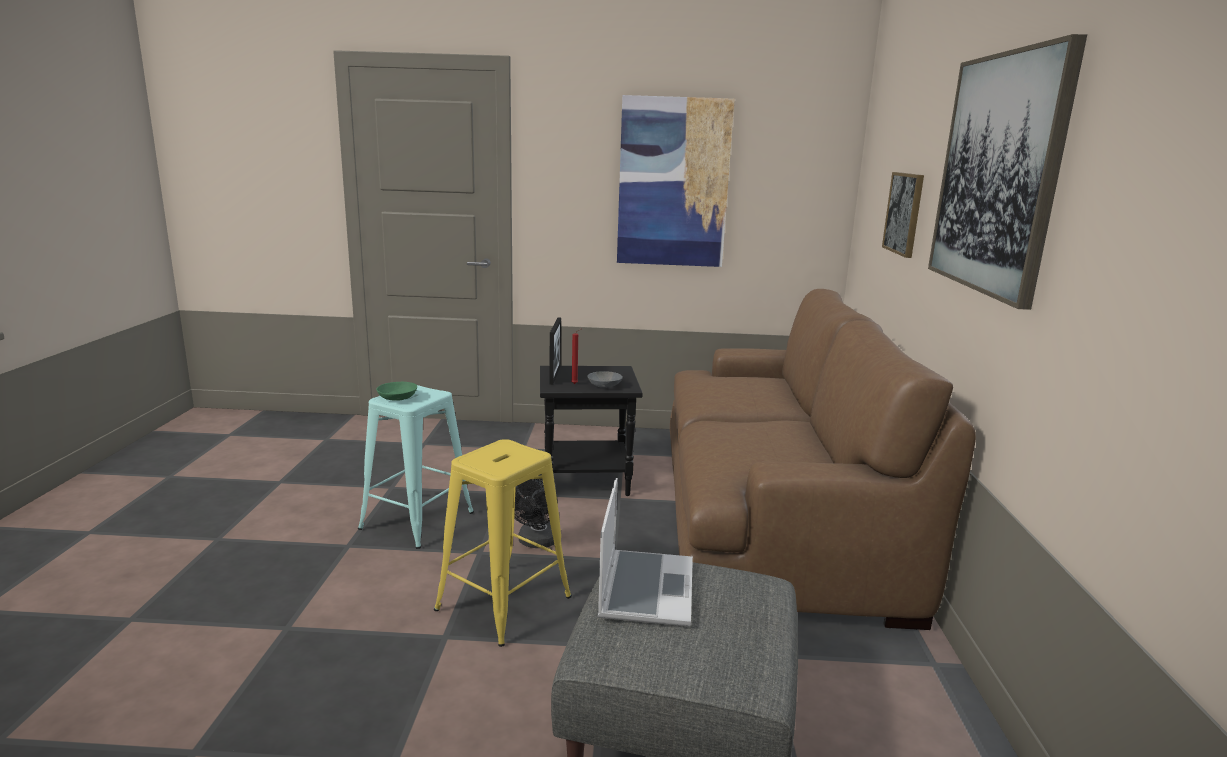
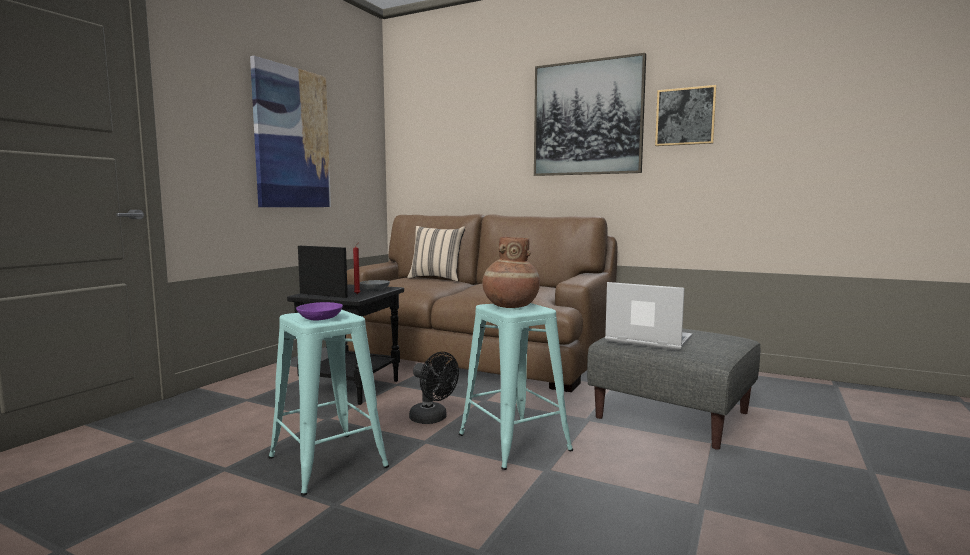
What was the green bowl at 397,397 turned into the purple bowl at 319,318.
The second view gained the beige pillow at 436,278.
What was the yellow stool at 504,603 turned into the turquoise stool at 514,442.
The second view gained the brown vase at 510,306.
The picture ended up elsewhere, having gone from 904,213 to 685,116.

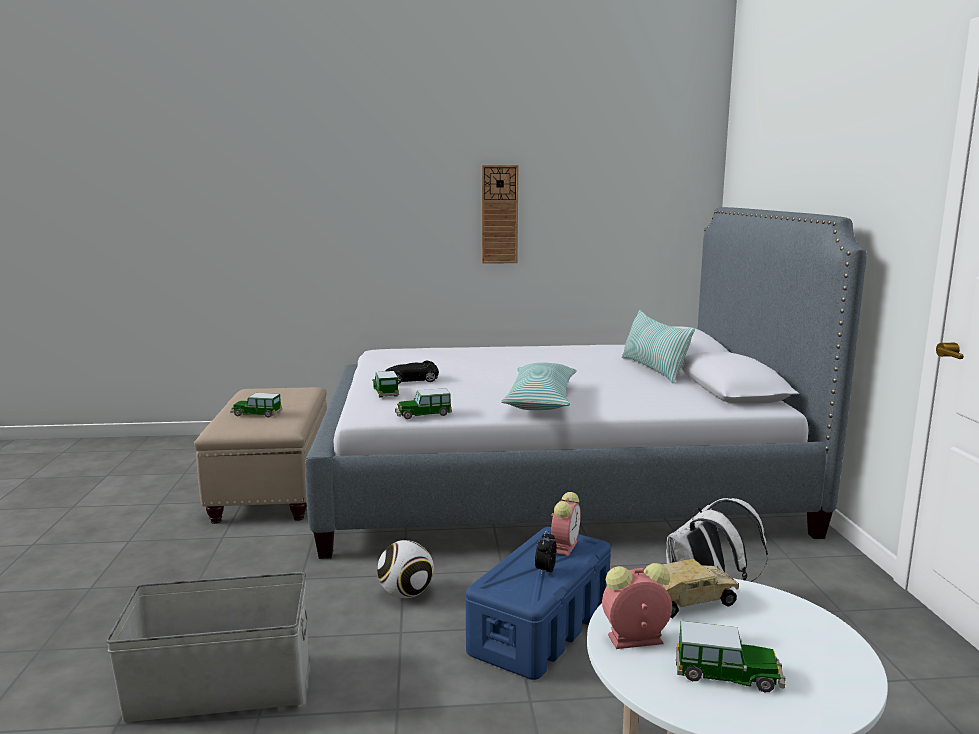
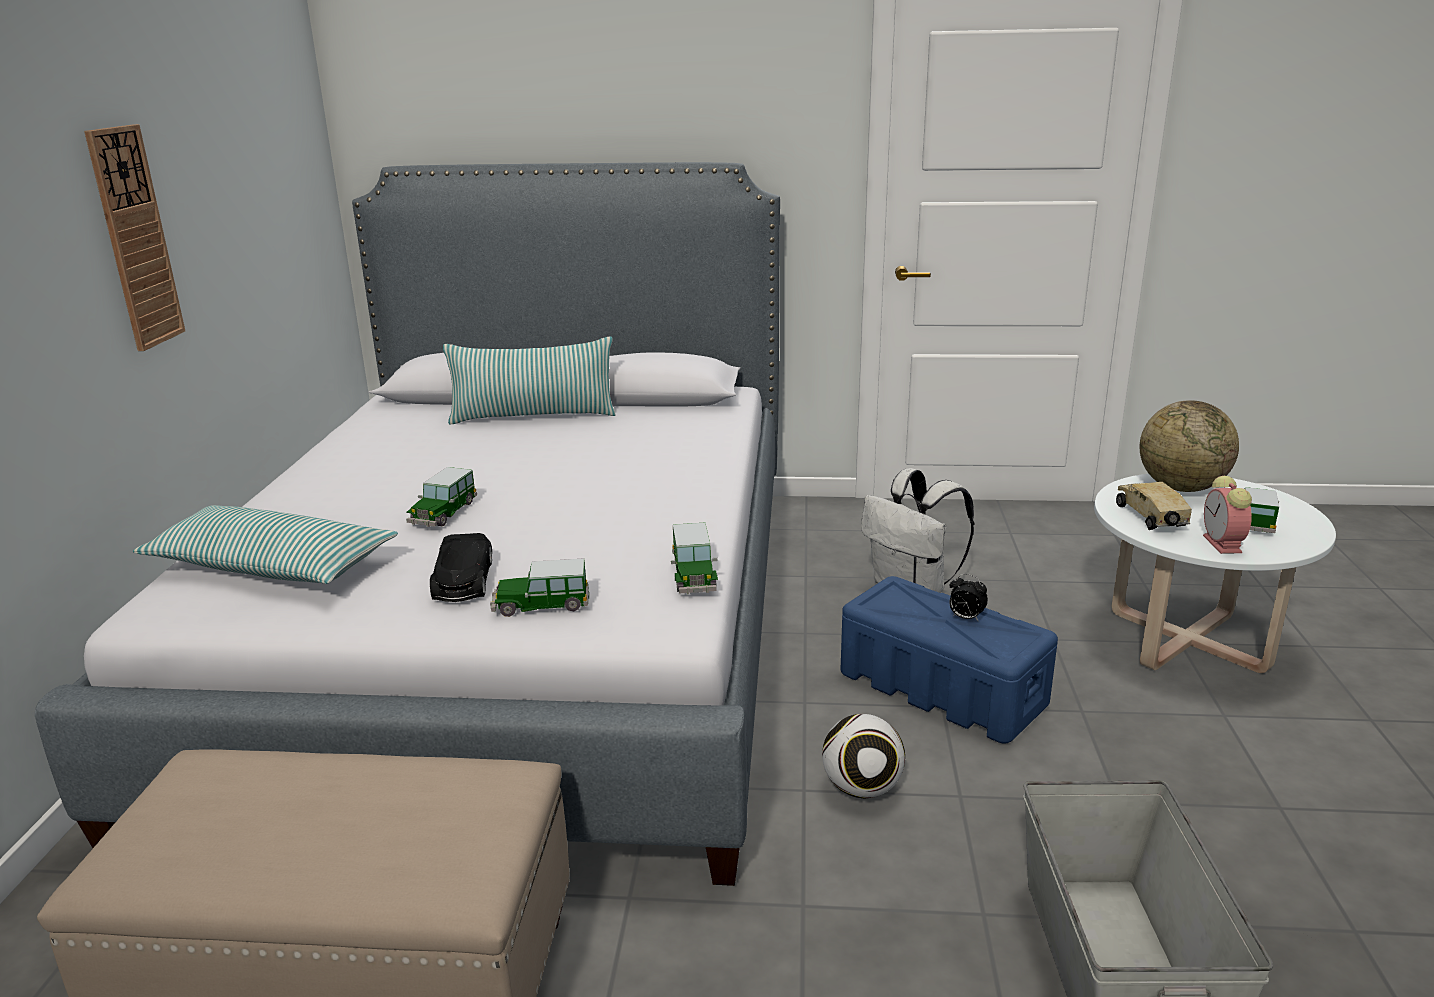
The pillow ended up elsewhere, having gone from 541,400 to 272,566.
The toy car ended up elsewhere, having gone from 256,414 to 443,513.
The second view gained the globe at 1181,487.
The second view lost the alarm clock at 565,546.

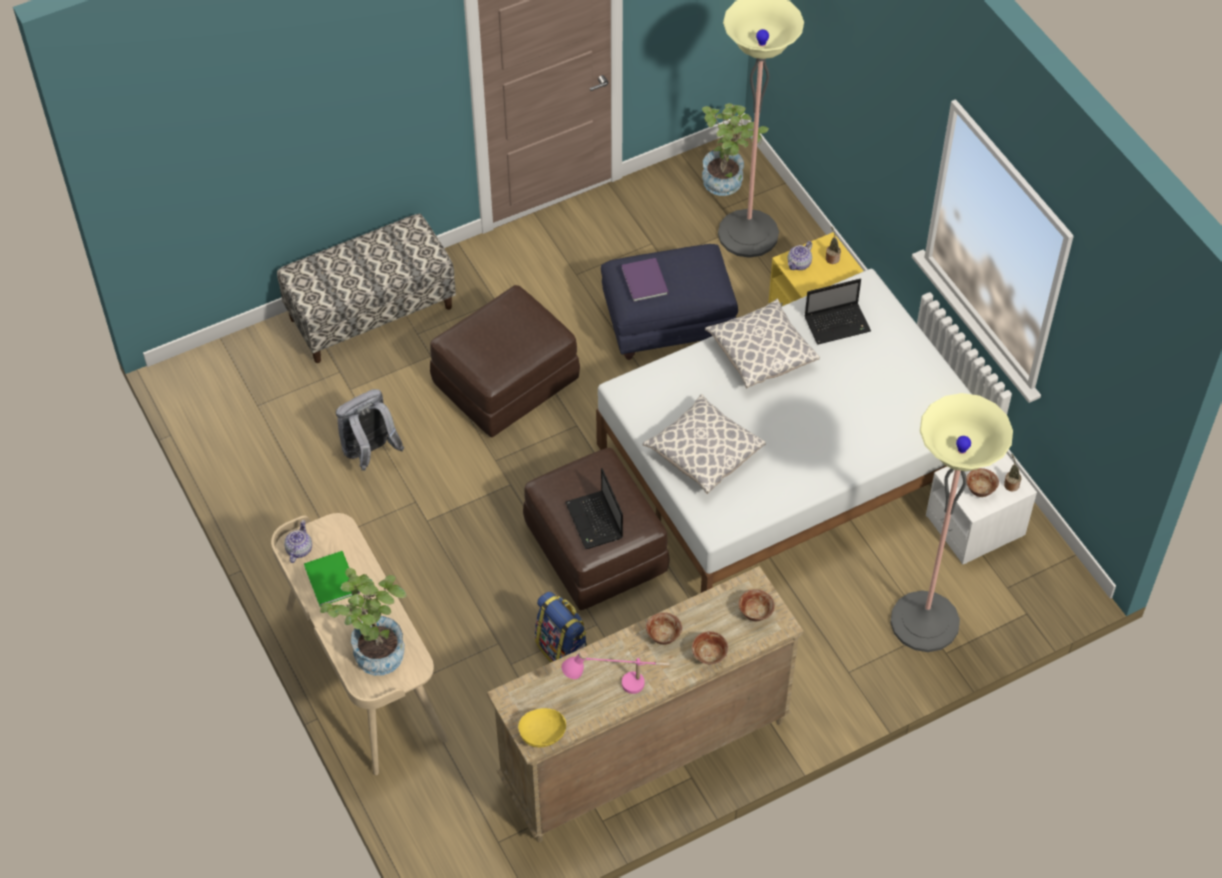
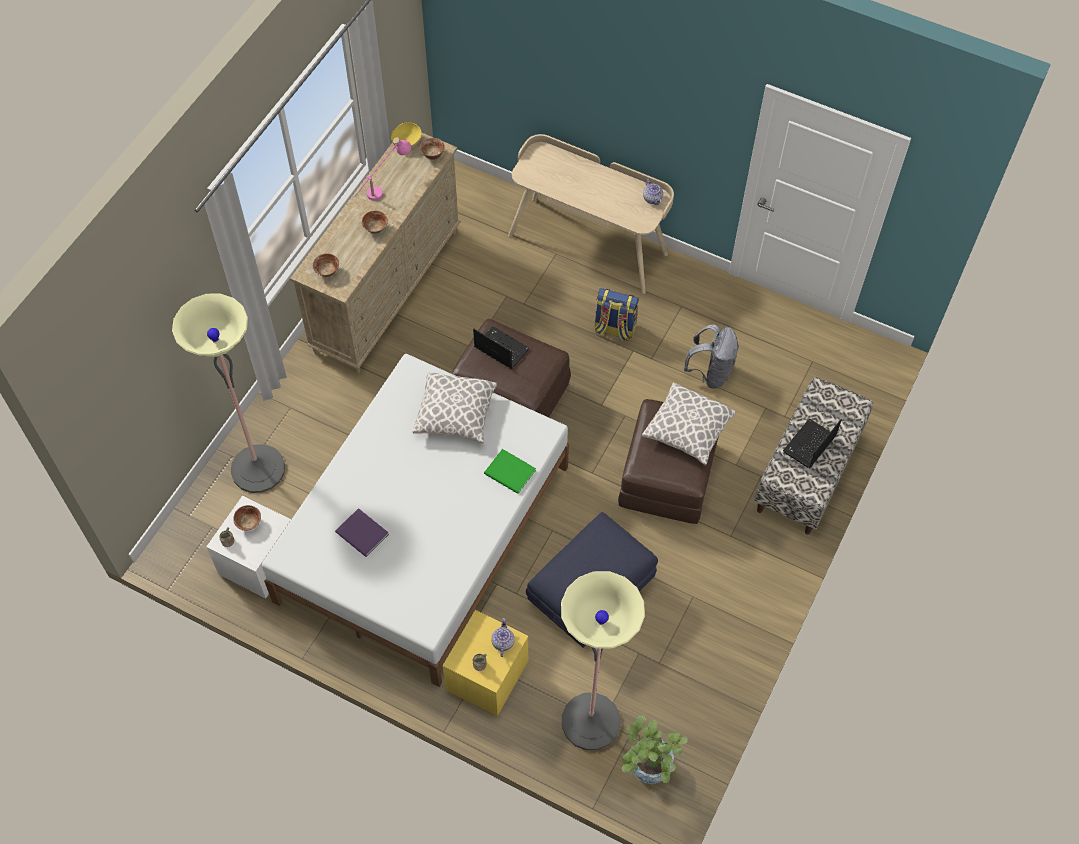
The purple book ended up elsewhere, having gone from 645,279 to 362,535.
The bowl ended up elsewhere, having gone from 709,656 to 433,155.
The green book ended up elsewhere, having gone from 332,578 to 510,473.
The backpack ended up elsewhere, having gone from 563,651 to 614,329.
The pillow ended up elsewhere, having gone from 761,354 to 687,431.
The laptop ended up elsewhere, having gone from 838,324 to 809,445.
The second view lost the potted plant at 374,649.

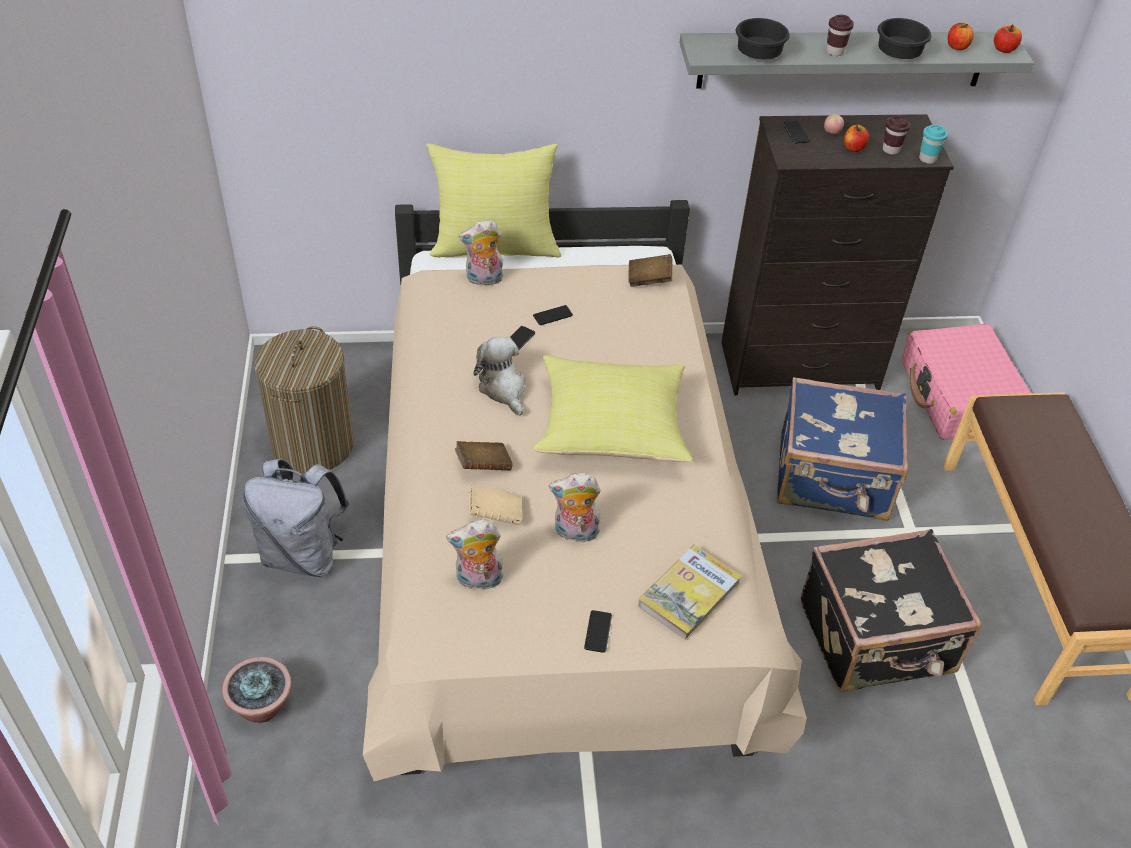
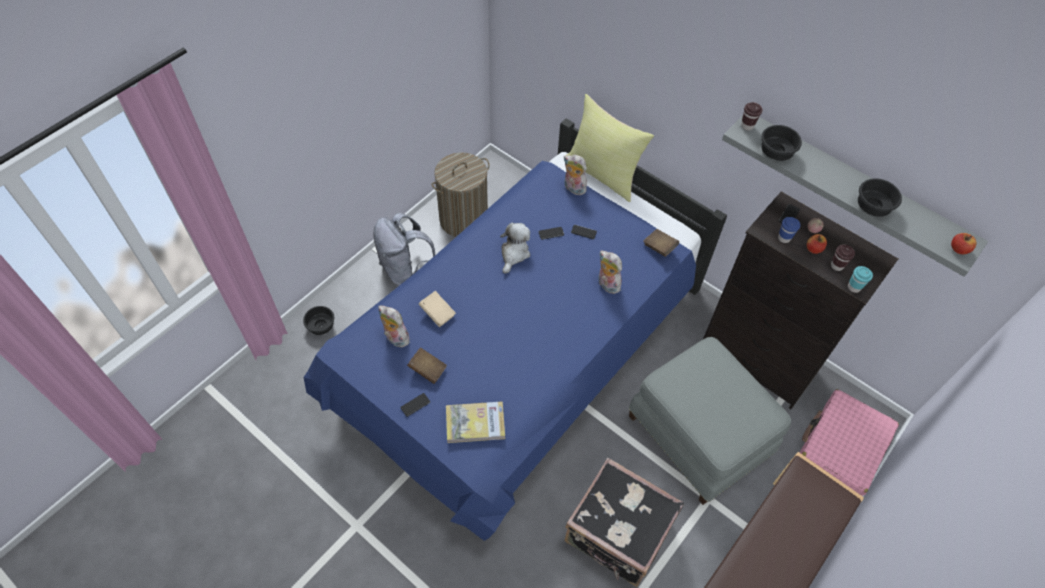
Where the potted plant stood at 262,706, the black bowl came to stand at 321,325.
What was the beige bed at 557,541 turned into the blue bed at 519,352.
The brown book ended up elsewhere, having gone from 483,465 to 427,370.
The plush toy ended up elsewhere, having gone from 575,533 to 607,285.
Where the blue suitcase stood at 833,479, the grey ottoman came to stand at 699,435.
The brown cup ended up elsewhere, having gone from 834,52 to 747,126.
The second view gained the blue cup at 784,238.
The second view lost the yellow pillow at 612,428.
The second view lost the apple at 957,46.

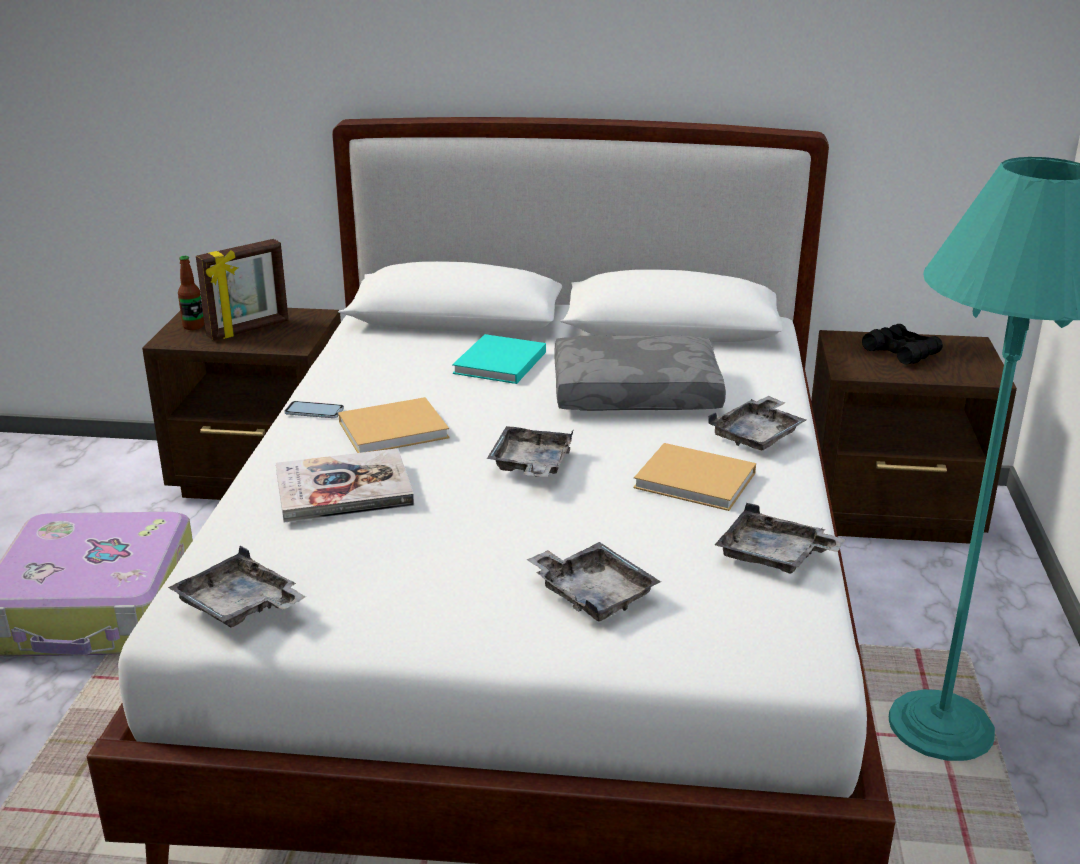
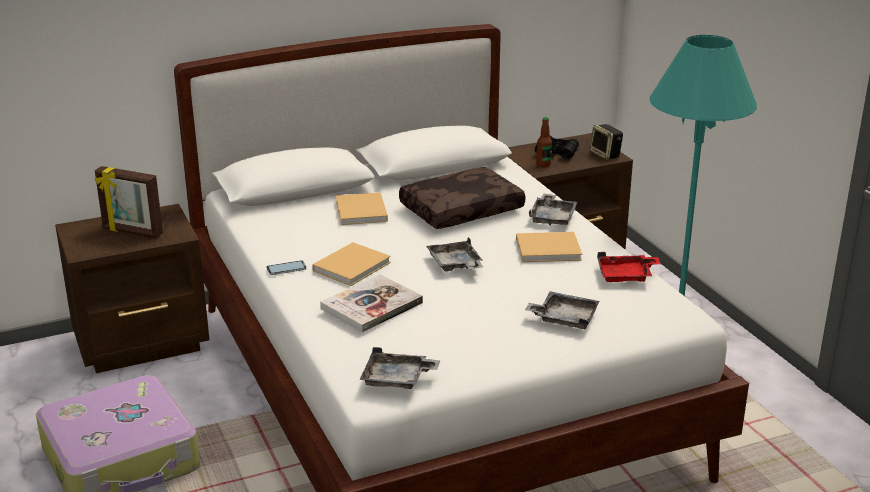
The picture frame at 249,330 ended up facing another way, 90 degrees clockwise from before.
What was the turquoise book at 499,364 turned into the beige book at 361,212.
What was the grey pillow at 636,392 turned into the brown pillow at 461,209.
The bottle ended up elsewhere, having gone from 193,326 to 543,164.
The second view gained the speaker at 606,155.
What was the grey tray at 774,556 turned into the red tray at 626,276.

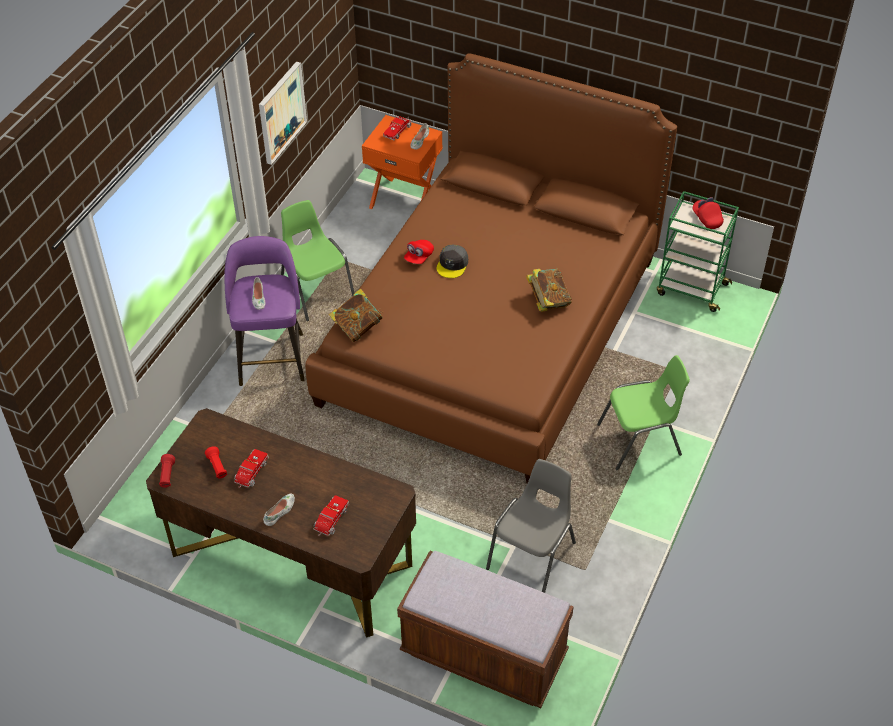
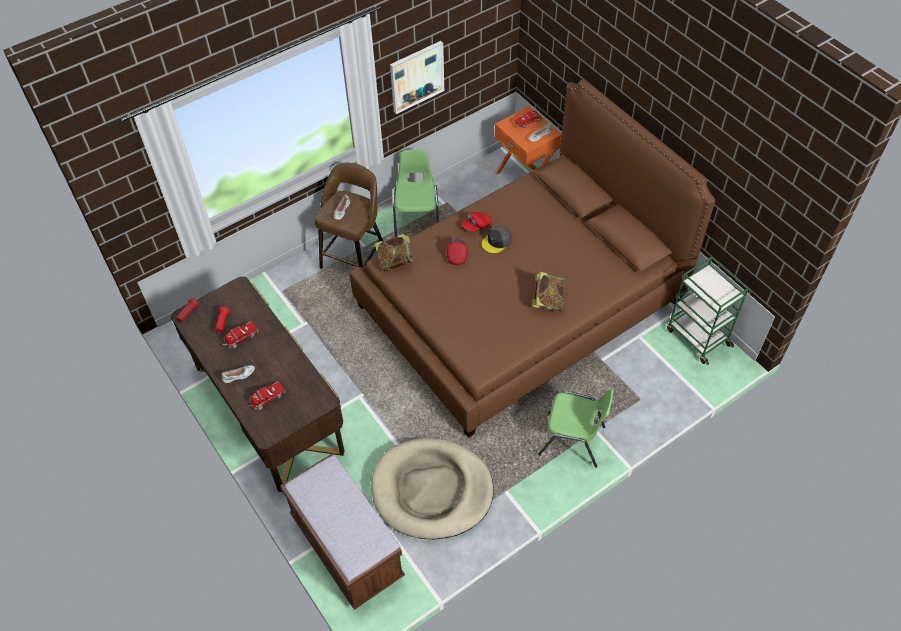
What was the purple stool at 272,357 turned into the brown stool at 354,256.
Where the grey chair stood at 533,555, the beige dog bed came to stand at 432,490.
The red cap ended up elsewhere, having gone from 707,219 to 457,254.

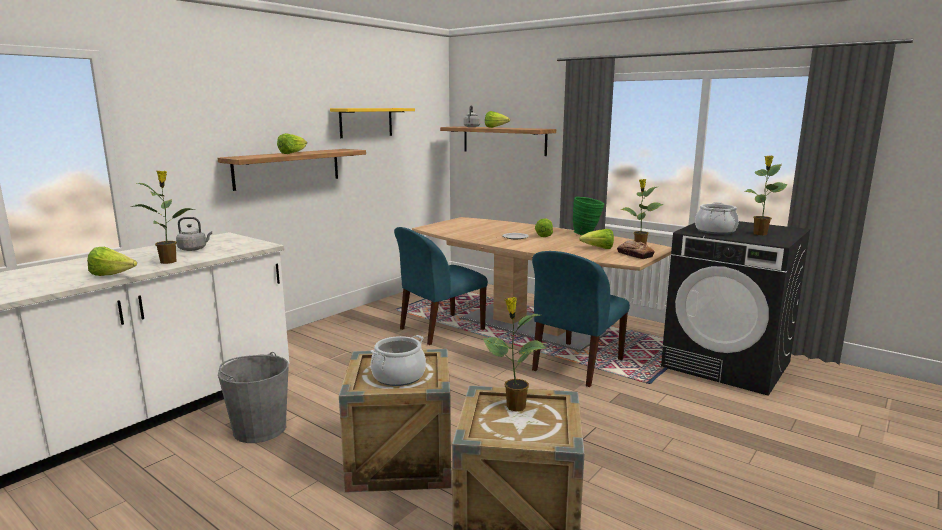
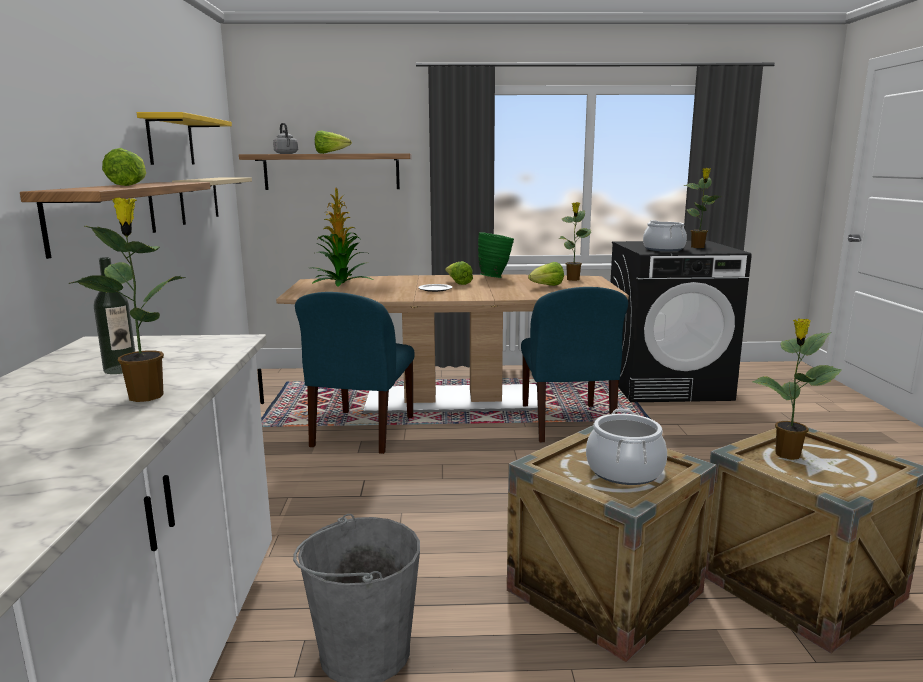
Where the grey kettle stood at 194,249, the bottle came to stand at 120,369.
The second view gained the beige shelf at 199,199.
The second view gained the potted plant at 340,283.
The second view lost the lettuce at 112,275.
The second view lost the bread at 635,255.

